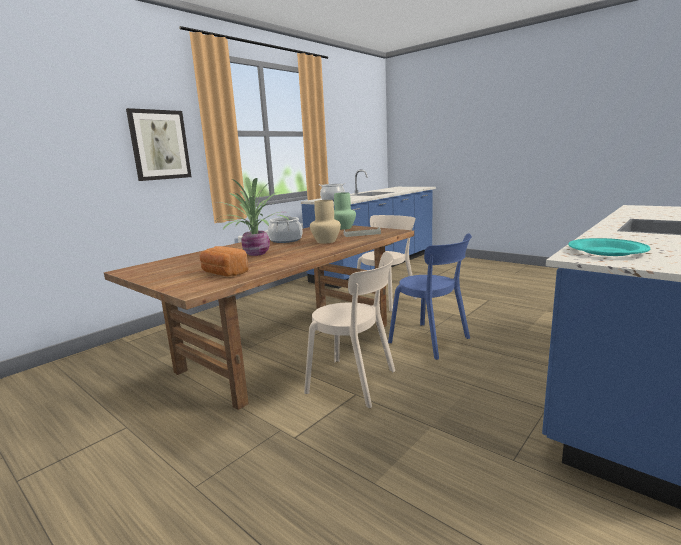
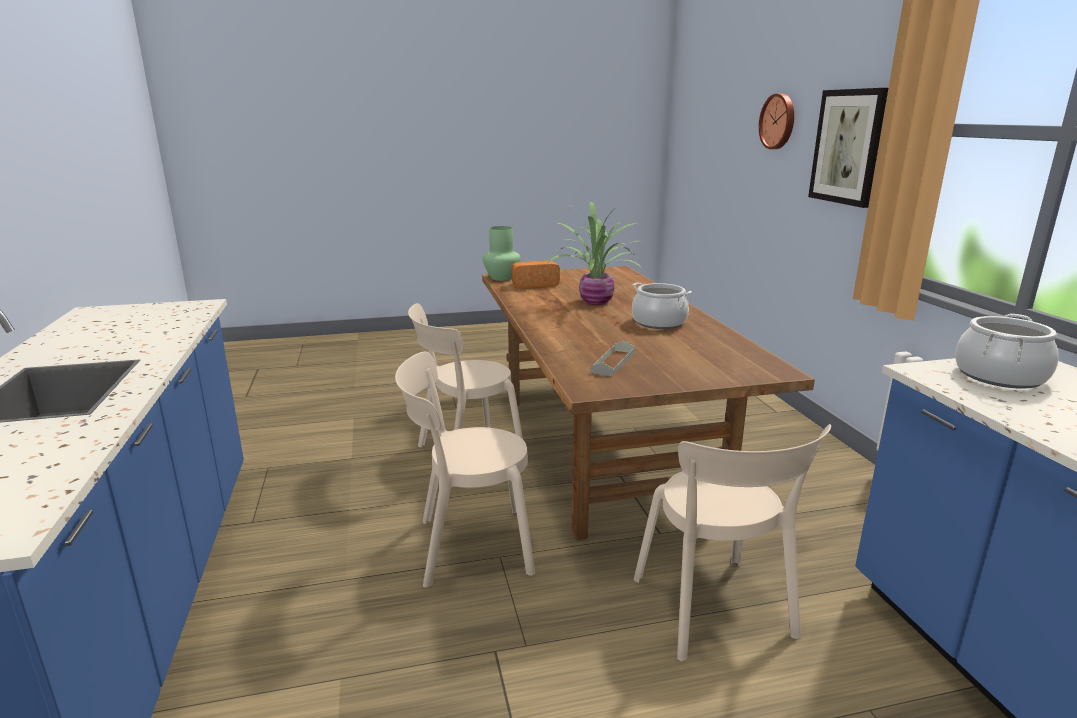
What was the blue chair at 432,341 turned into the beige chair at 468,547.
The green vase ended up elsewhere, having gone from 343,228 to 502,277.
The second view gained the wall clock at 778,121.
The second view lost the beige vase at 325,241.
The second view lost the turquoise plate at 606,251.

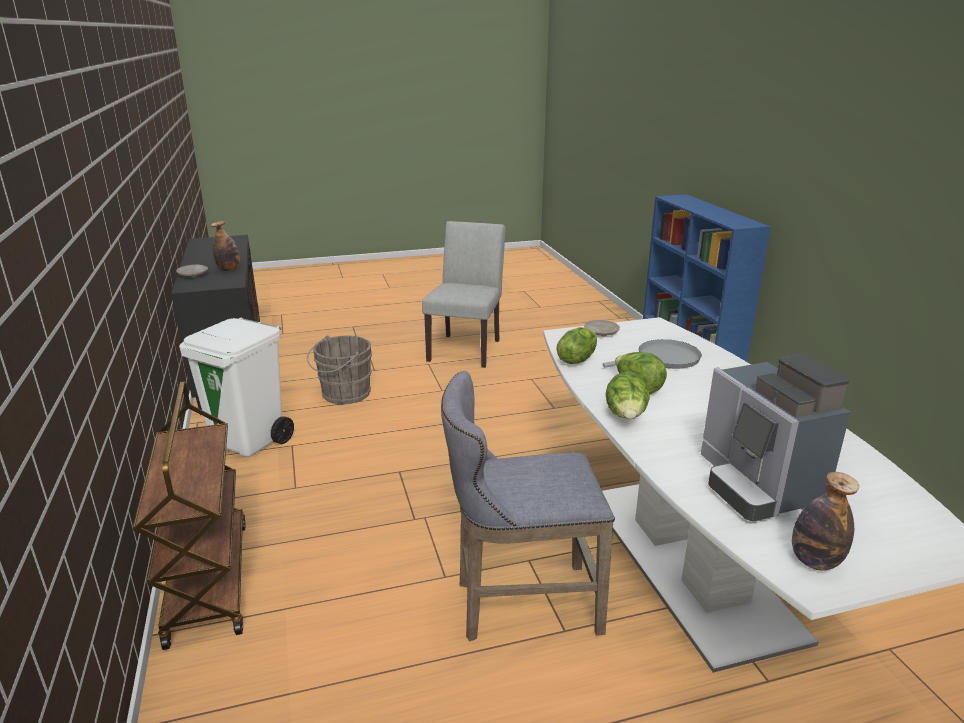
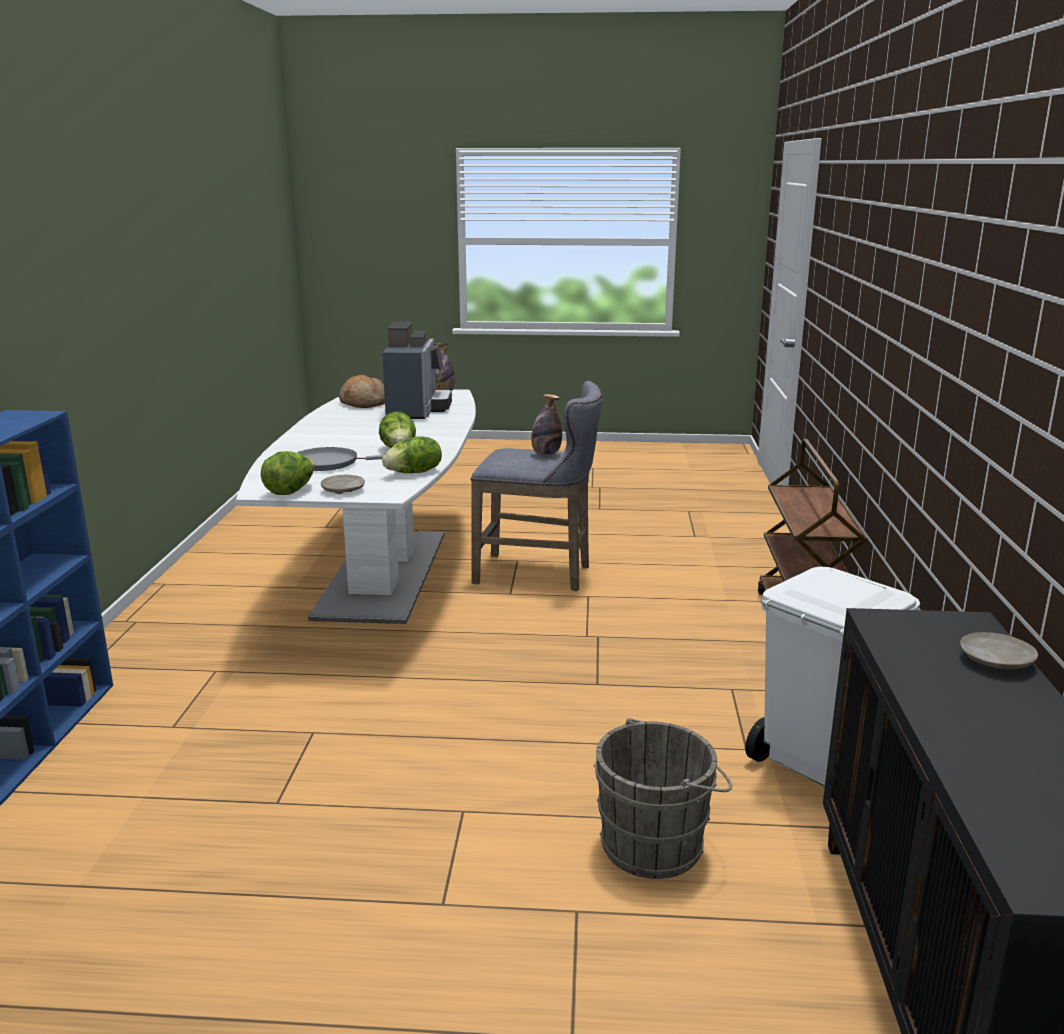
The lettuce ended up elsewhere, having gone from 626,417 to 290,491.
The second view gained the bread at 364,403.
The bottle ended up elsewhere, having gone from 229,269 to 546,454.
The second view lost the grey chair at 466,348.

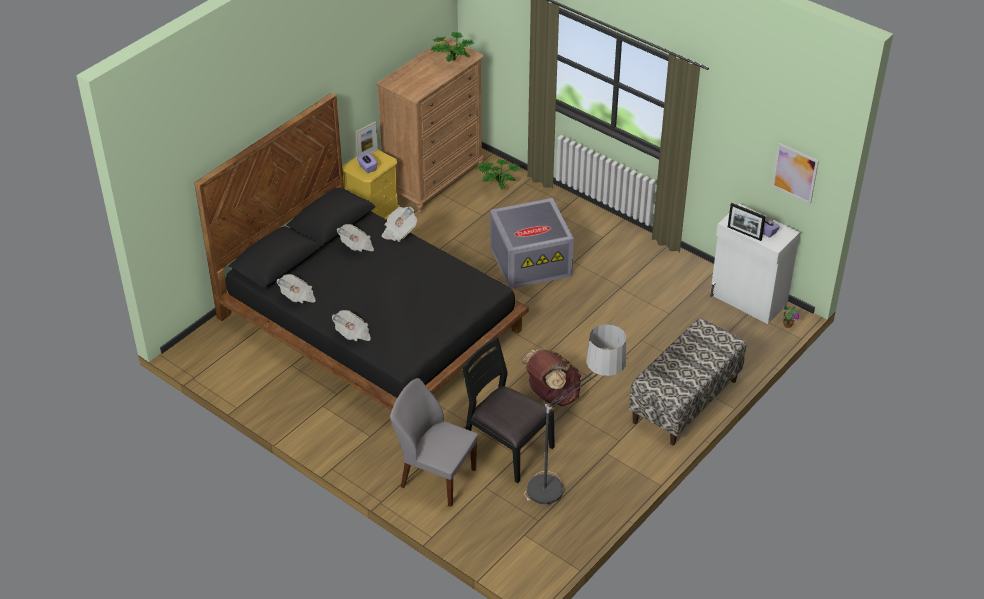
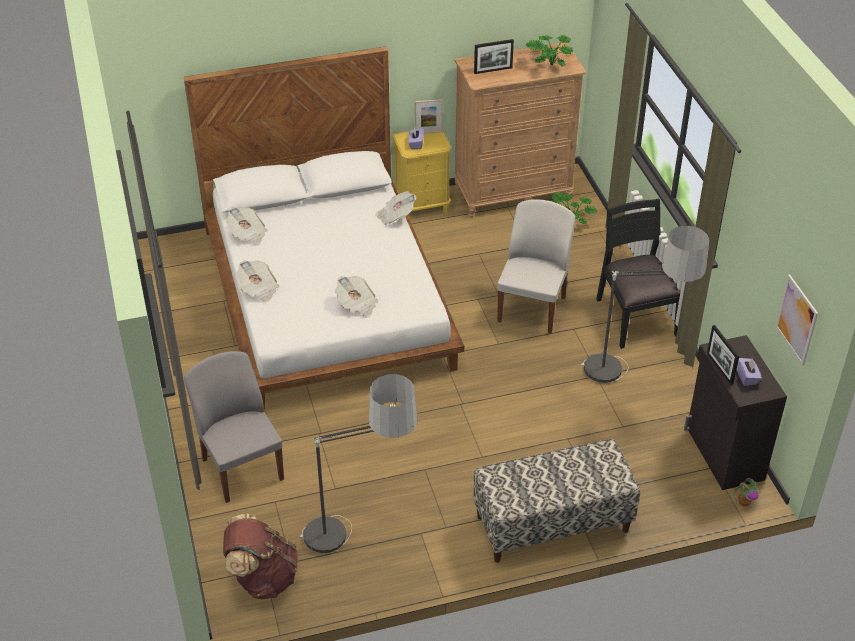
What was the black bed at 372,323 turned into the white bed at 328,297.
The brown backpack ended up elsewhere, having gone from 551,395 to 263,578.
The newspaper ended up elsewhere, having gone from 356,246 to 357,305.
The second view gained the picture frame at 493,70.
Where the grey storage box stood at 531,260, the white chair came to stand at 532,308.
The second view gained the floor lamp at 631,380.
The black chair ended up elsewhere, having gone from 507,447 to 634,317.
What was the white cabinet at 748,300 turned into the black cabinet at 723,454.

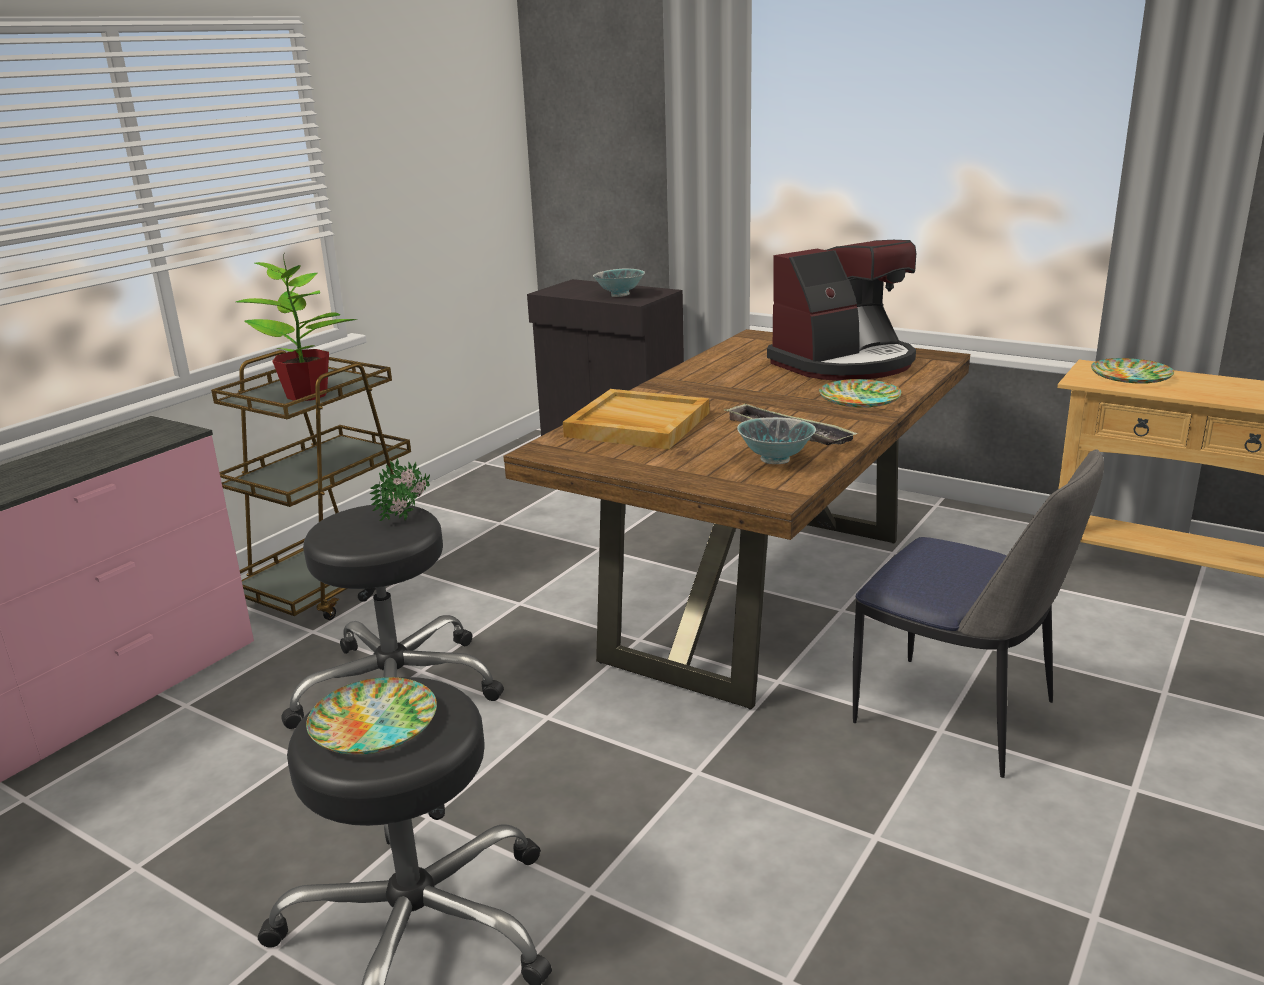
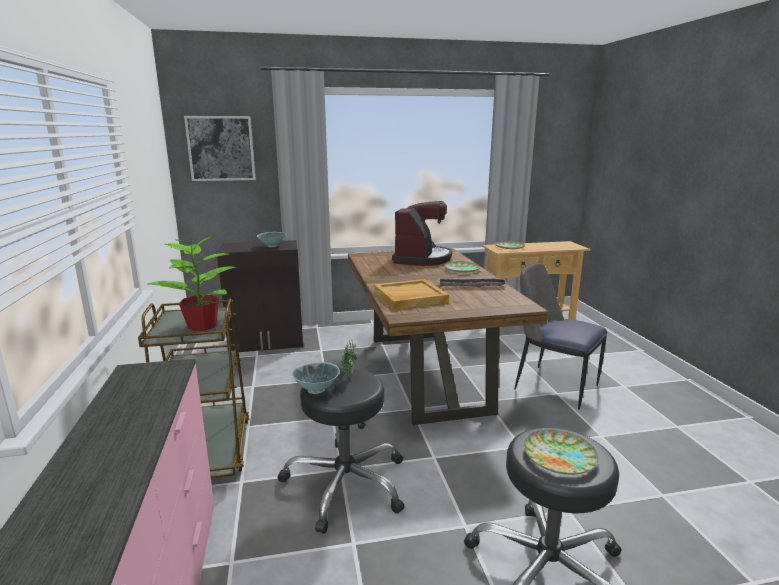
The second view gained the picture at 221,148.
The bowl ended up elsewhere, having gone from 775,460 to 316,390.
The chair at 959,716 ended up facing another way, 135 degrees counterclockwise from before.

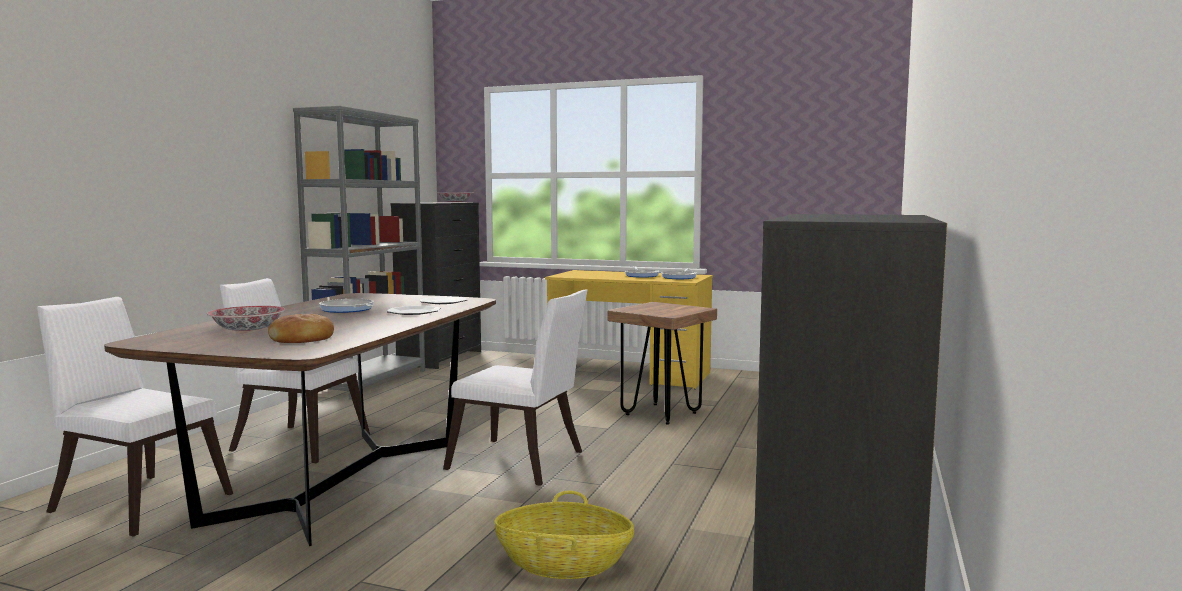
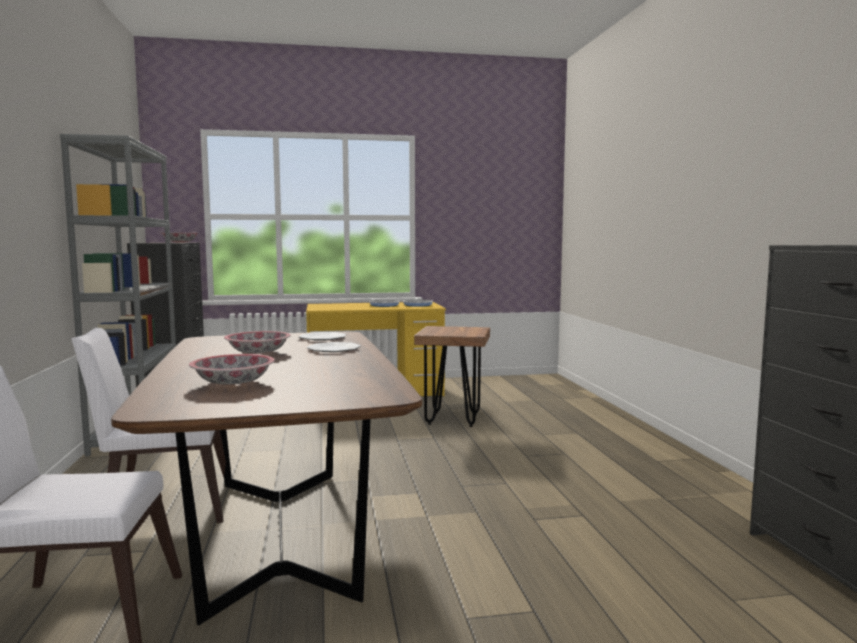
Where the frying pan stood at 348,309, the bowl came to stand at 258,353.
The second view lost the bread at 302,340.
The second view lost the white chair at 522,463.
The second view lost the basket at 564,564.

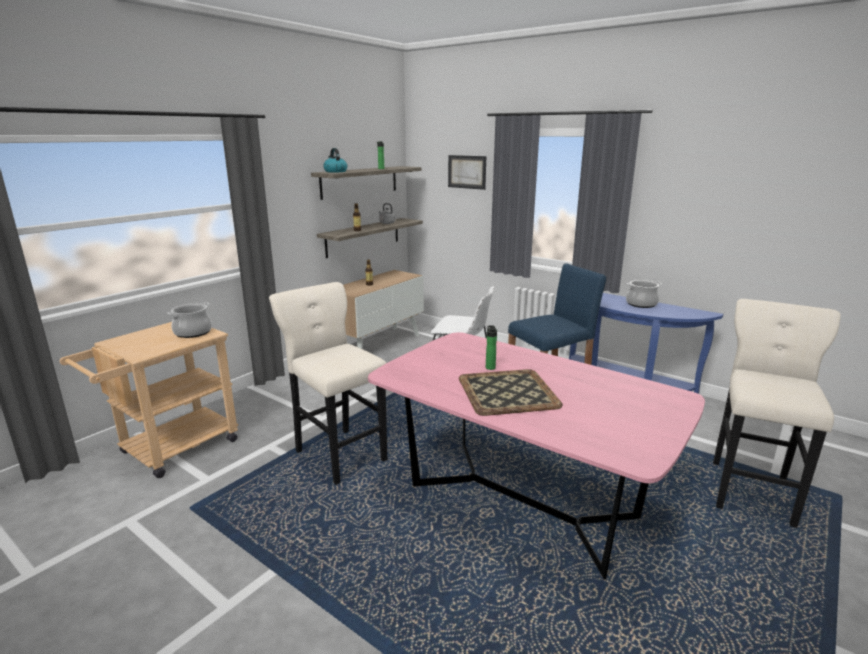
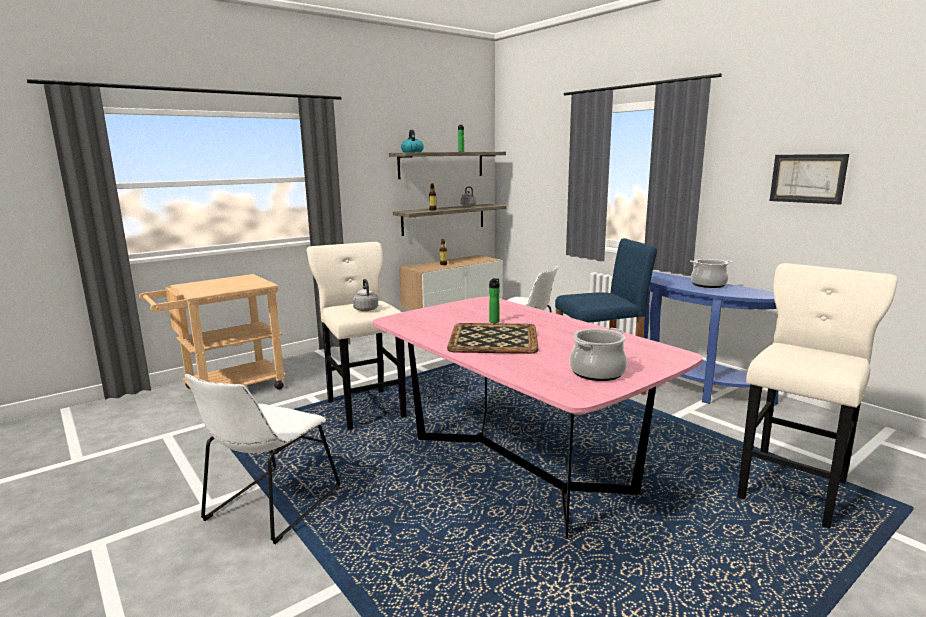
The second view gained the white chair at 269,506.
The second view gained the grey kettle at 365,309.
The cooking pot ended up elsewhere, having gone from 193,332 to 597,372.
The picture ended up elsewhere, having gone from 467,172 to 807,178.

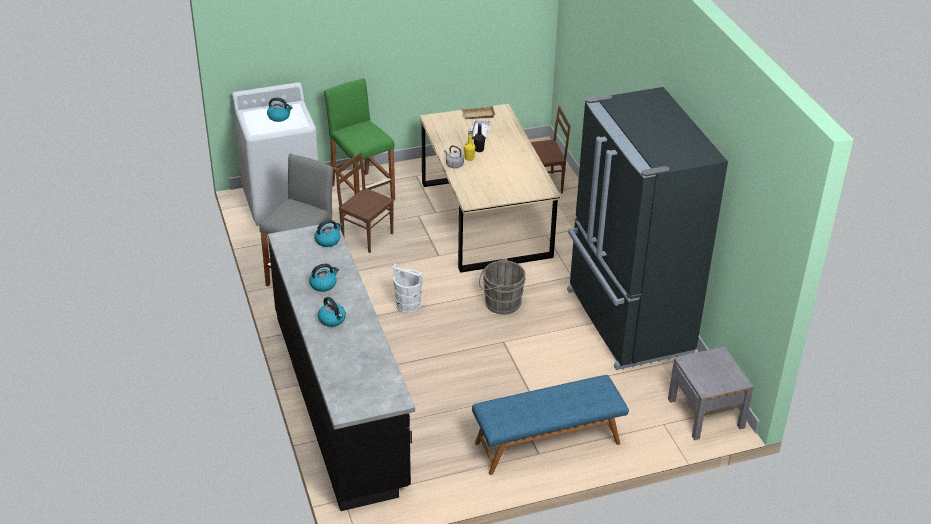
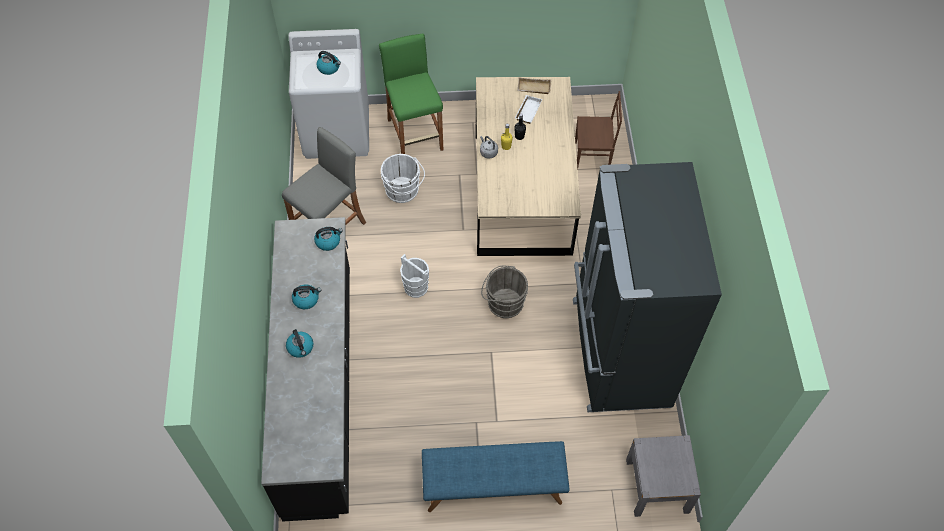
Where the brown chair stood at 367,236, the white bucket came to stand at 403,191.

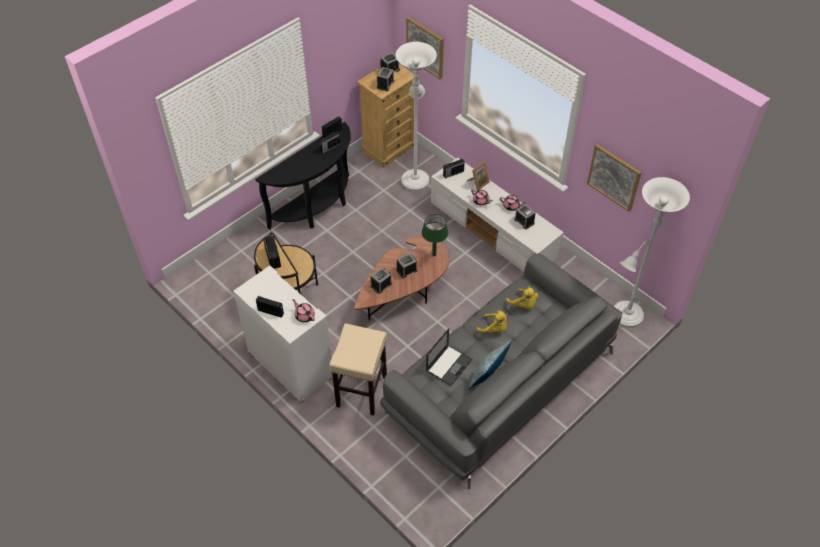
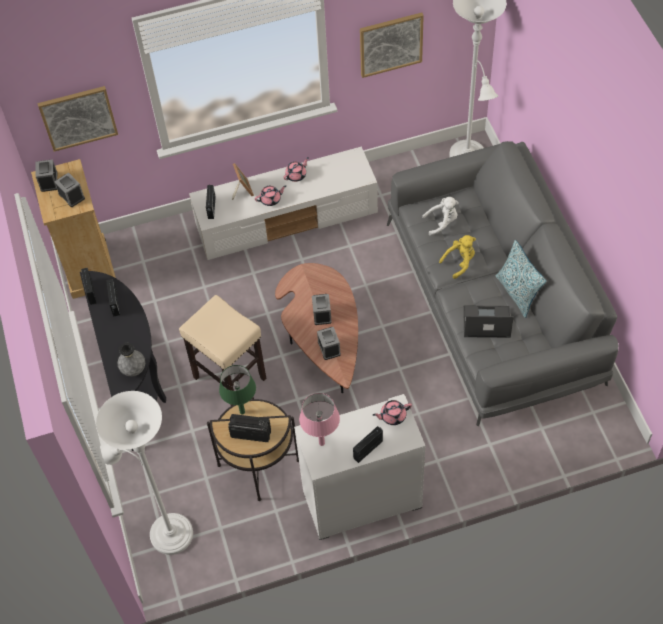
The white floor lamp ended up elsewhere, having gone from 415,178 to 166,532.
The second view gained the grey vase at 134,370.
The beige stool ended up elsewhere, having gone from 361,392 to 230,378.
The green table lamp ended up elsewhere, having gone from 434,255 to 242,412.
The second view gained the pink table lamp at 321,443.
What was the yellow plush toy at 523,305 turned into the white plush toy at 442,222.
The laptop at 449,365 ended up facing another way, 60 degrees counterclockwise from before.
The second view lost the alarm clock at 524,221.

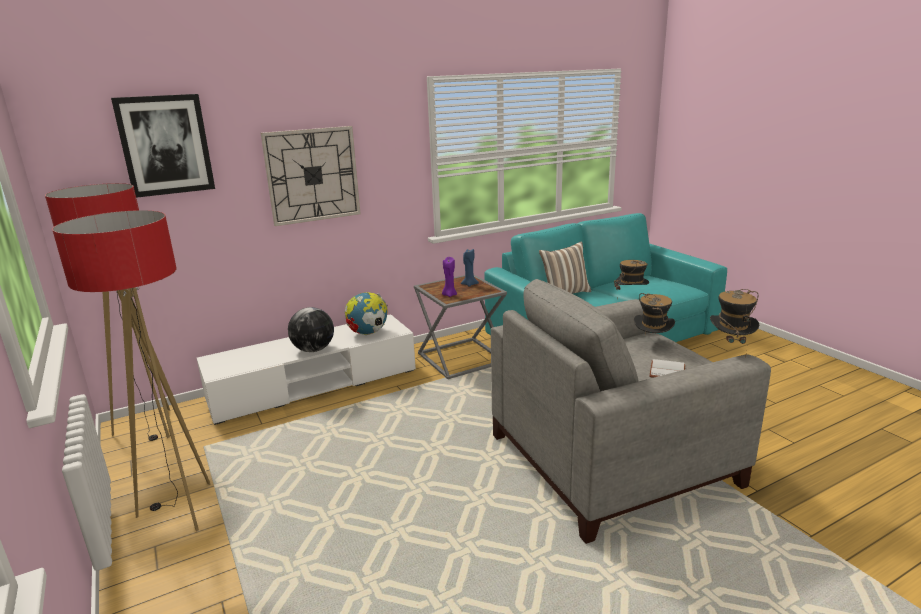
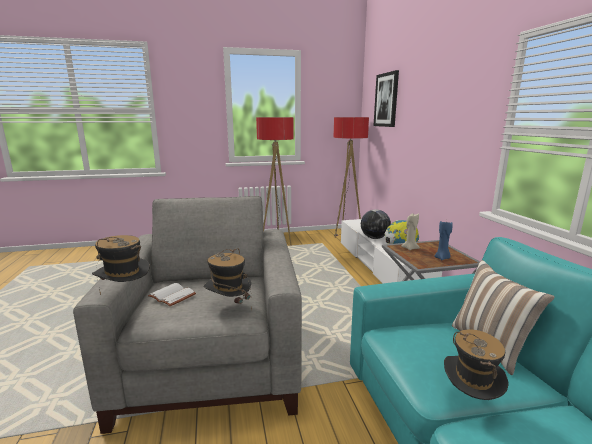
What was the purple candle at 449,295 turned into the beige candle at 409,248.
The second view lost the wall clock at 312,175.

